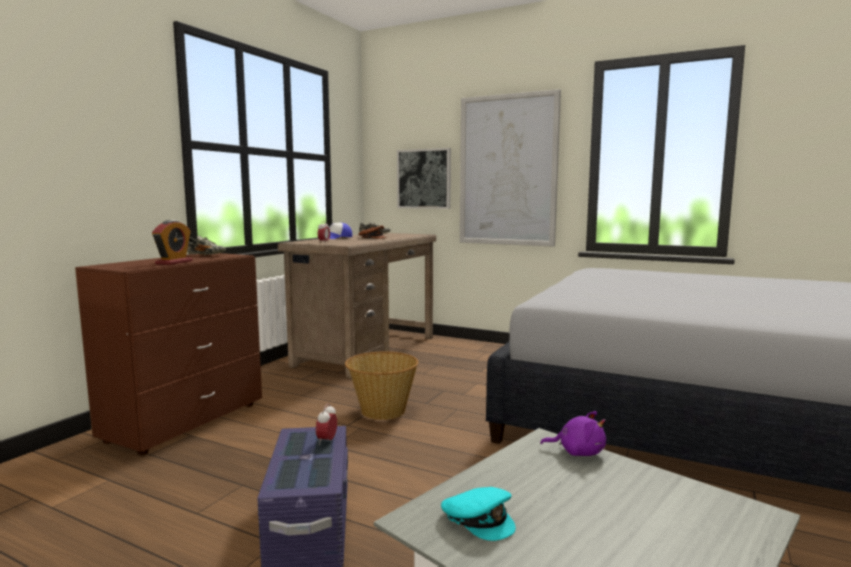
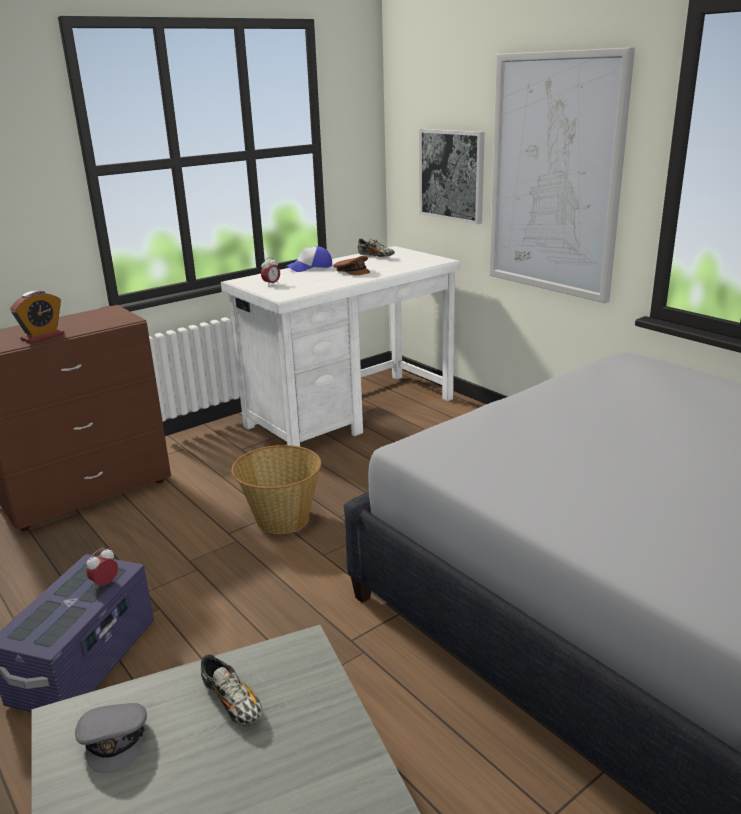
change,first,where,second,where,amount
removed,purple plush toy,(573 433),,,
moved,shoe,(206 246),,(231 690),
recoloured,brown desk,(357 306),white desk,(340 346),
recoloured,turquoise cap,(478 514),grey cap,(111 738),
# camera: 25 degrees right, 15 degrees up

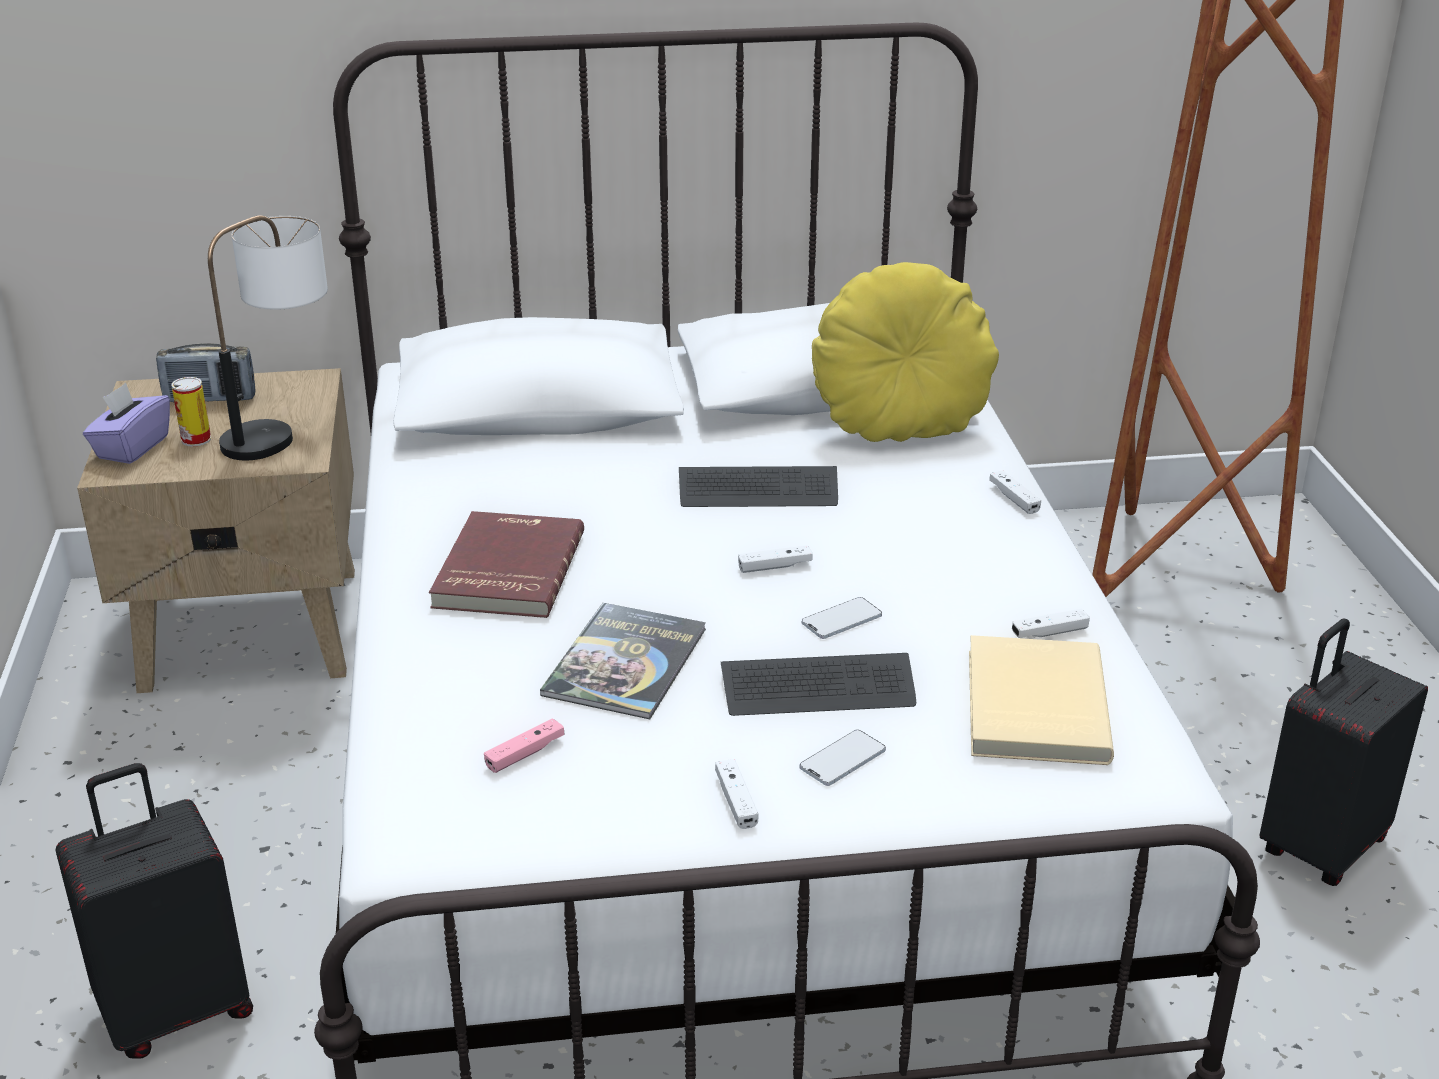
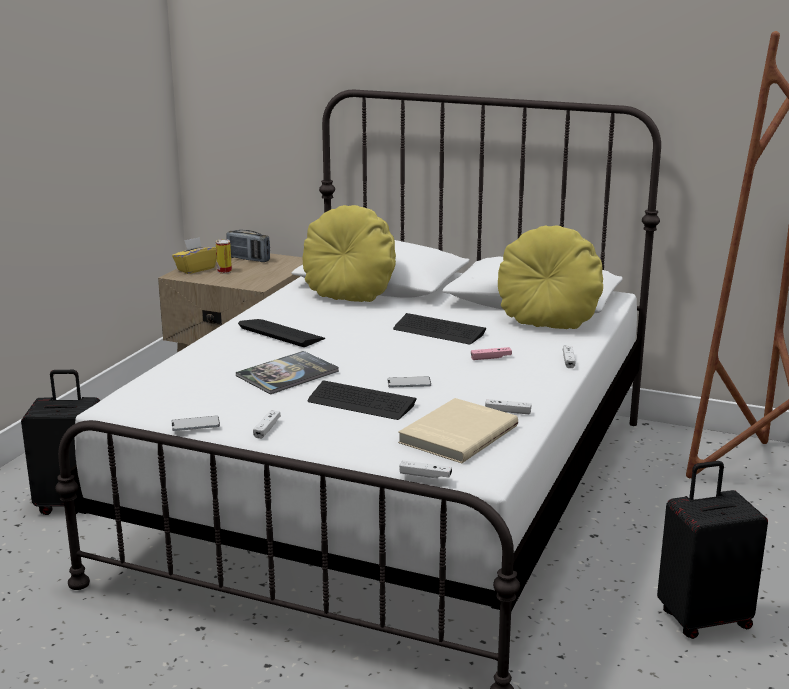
change,first,where,second,where,amount
removed,table lamp,(268 337),,,
added,,,yellow pillow,(349 253),
moved,pink game controller,(524 745),,(491 353),
moved,white game controller,(775 559),,(425 469),
moved,phone,(843 757),,(196 423),
replaced,red book,(506 564),keyboard,(281 333),
recoloured,purple tissue box,(126 423),yellow tissue box,(194 255),
# camera: 30 degrees right, 10 degrees down

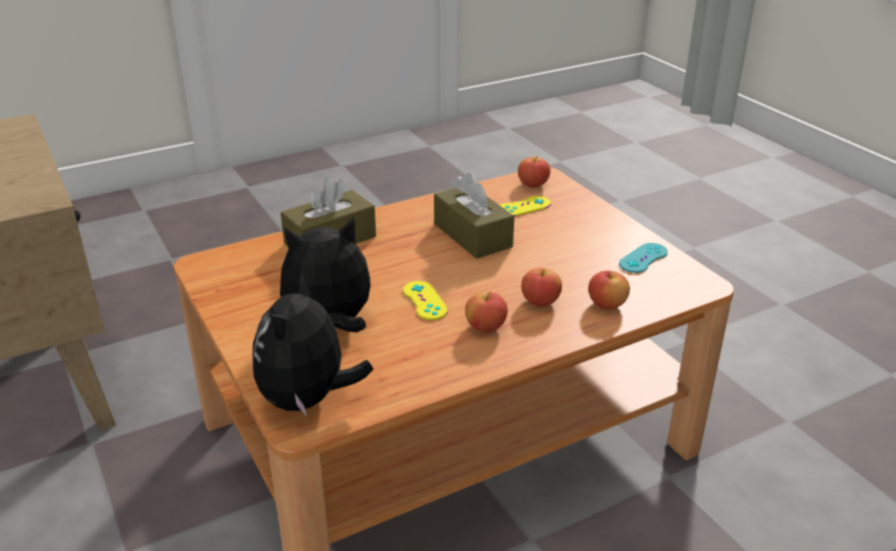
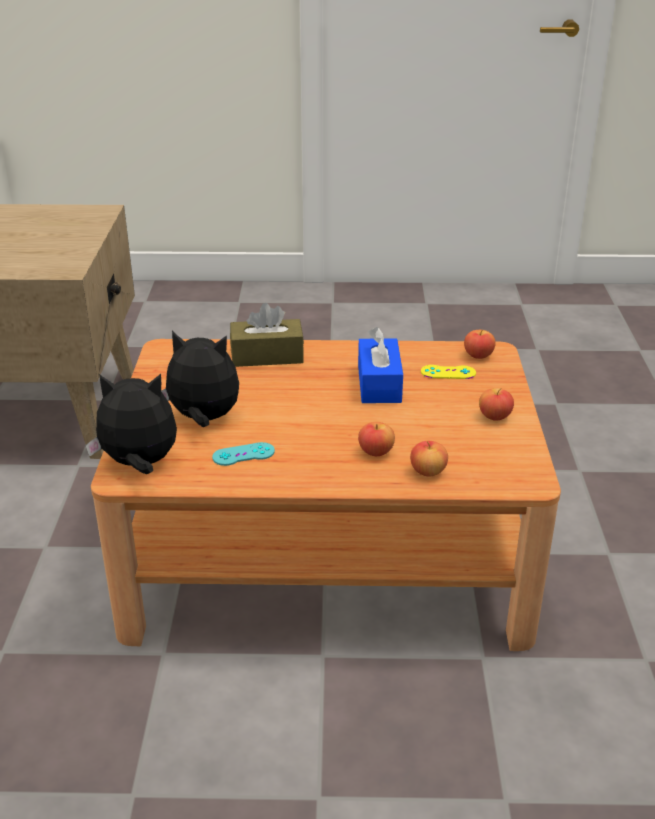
change,first,where,second,where,amount
removed,yellow game controller,(425 300),,,
moved,apple,(486 311),,(496 404),
moved,turquoise game controller,(643 258),,(243 454),
recoloured,brown tissue box,(474 216),blue tissue box,(380 365),
turned,plush toy,(312 344),,(131 424),45 degrees clockwise
# camera: 30 degrees right, 0 degrees up

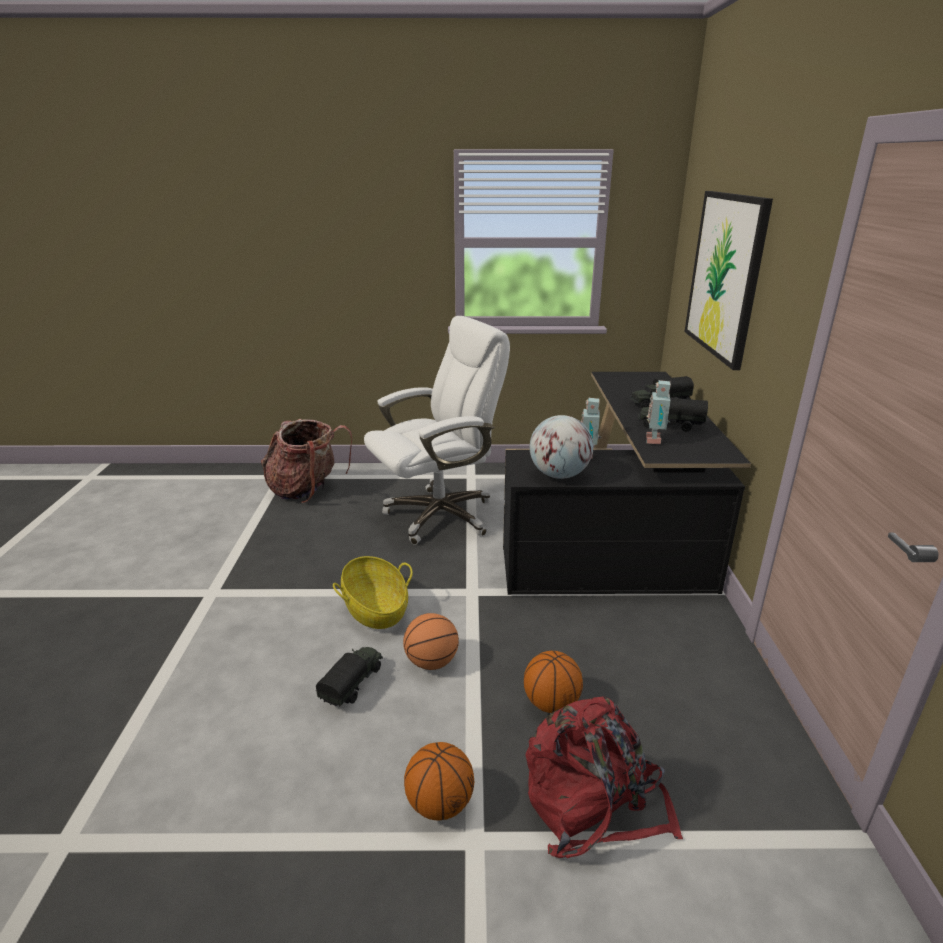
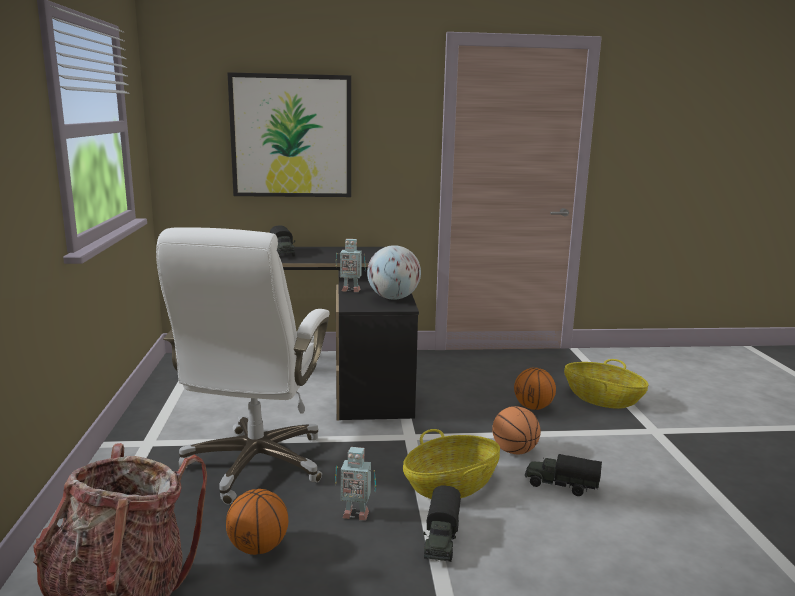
change,first,where,second,where,amount
moved,basketball,(439 781),,(257 522),
moved,toy truck,(673 415),,(442 523),
moved,toy robot,(658 412),,(355 484),
replaced,red backpack,(604 777),basket,(606 384),
turned,white office chair,(437 430),,(243 366),135 degrees counterclockwise
# camera: 95 degrees left, 10 degrees down

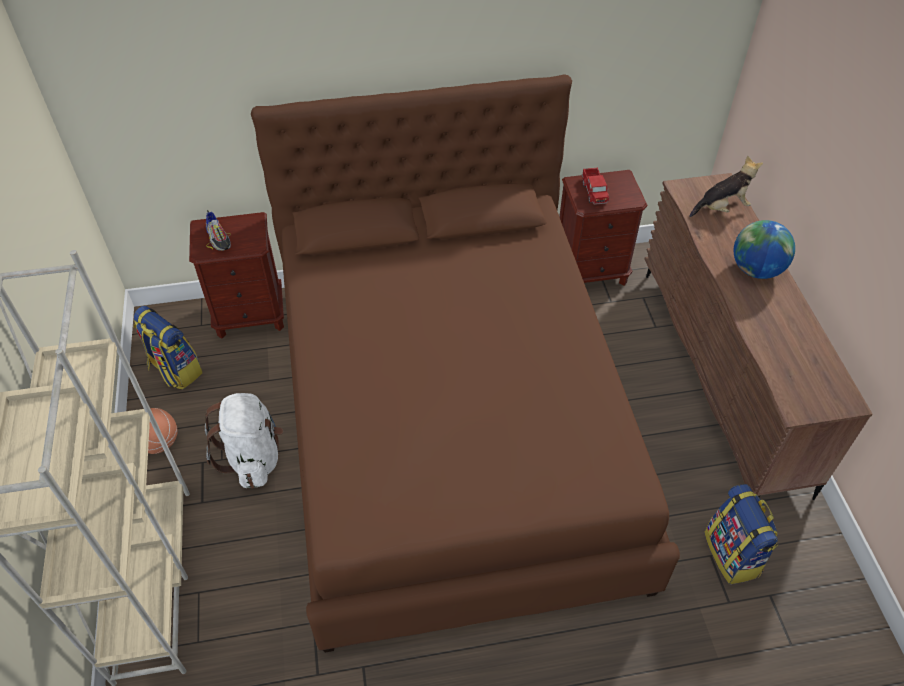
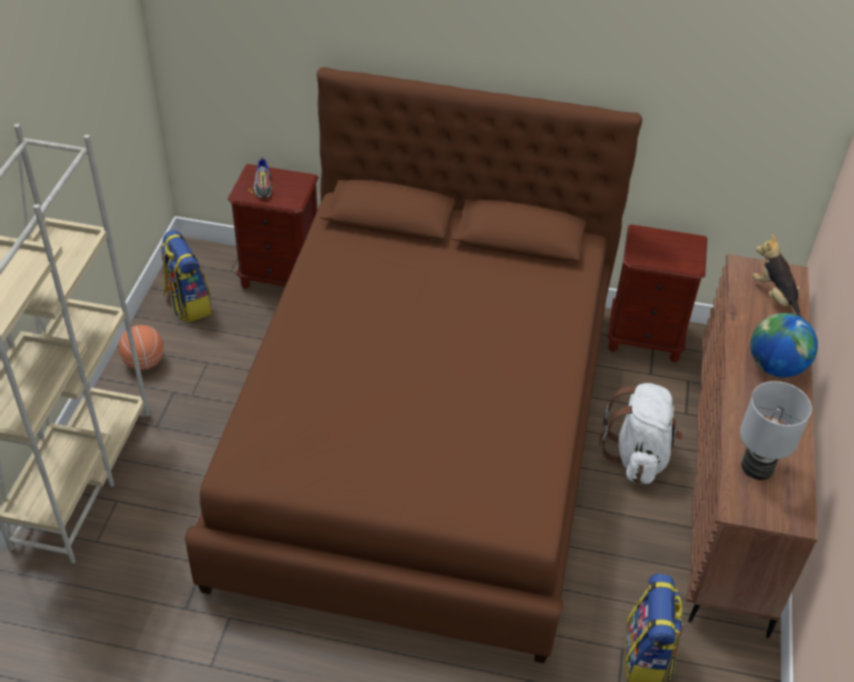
change,first,where,second,where,amount
removed,toy truck,(595 186),,,
added,,,grey table lamp,(776 430),
moved,white backpack,(244 440),,(641 433),
turned,plush toy,(726 186),,(779 277),120 degrees counterclockwise
# camera: 20 degrees right, 5 degrees down

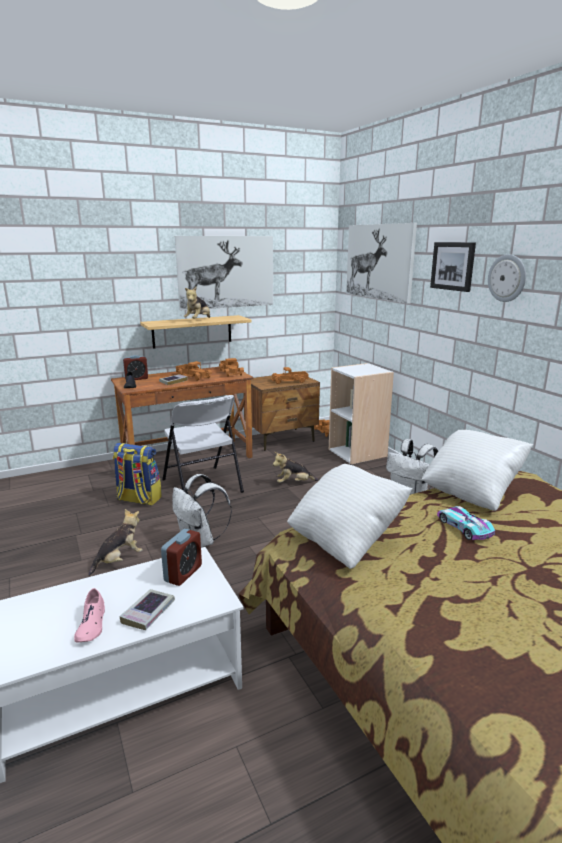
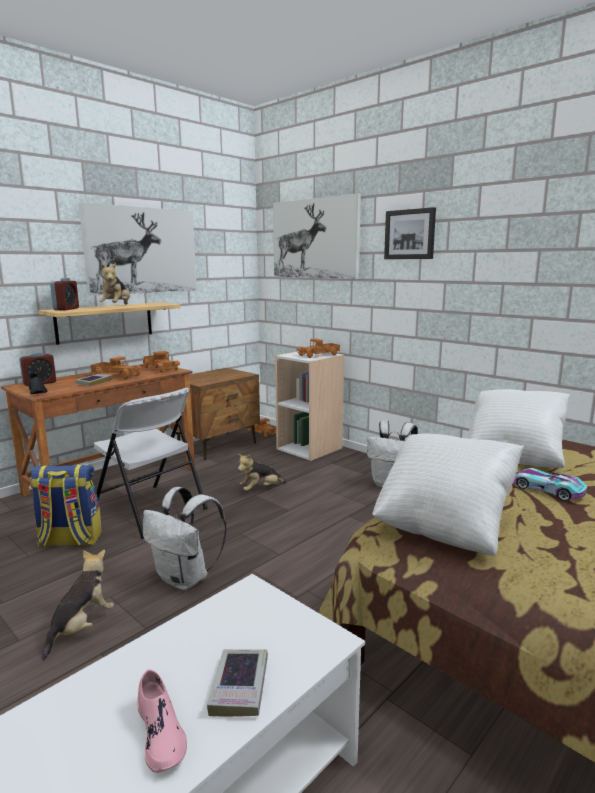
change,first,where,second,where,amount
removed,wall clock,(507 278),,,
moved,alarm clock,(181 557),,(64 294),
moved,toy truck,(290 375),,(318 348),
# camera: 20 degrees left, 5 degrees down

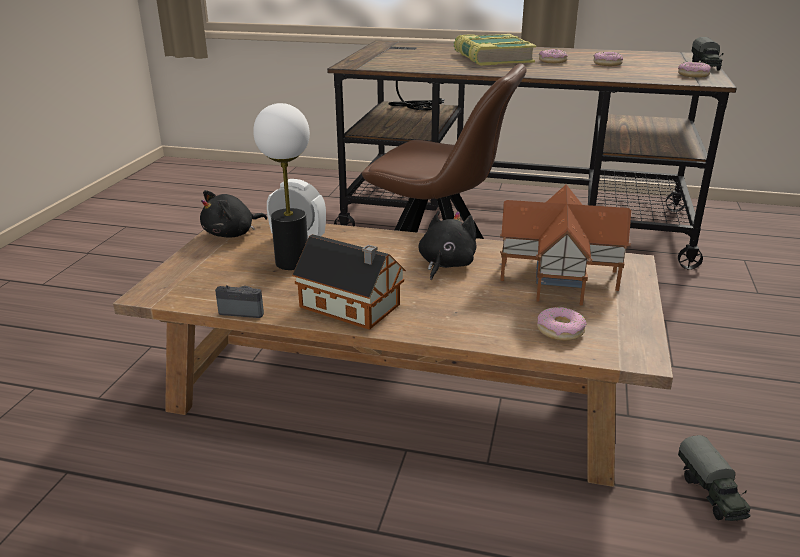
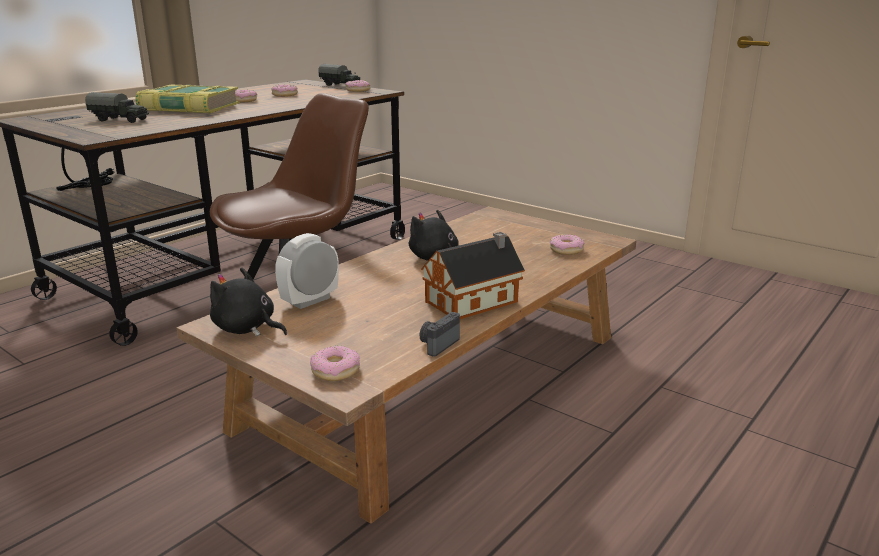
change,first,where,second,where,amount
removed,table lamp,(281 186),,,
removed,toy house,(565 245),,,
added,,,donut,(335 363),
moved,toy truck,(714 478),,(117 107),
turned,black plush toy,(233 213),,(248 301),135 degrees clockwise
# camera: 65 degrees left, 5 degrees down

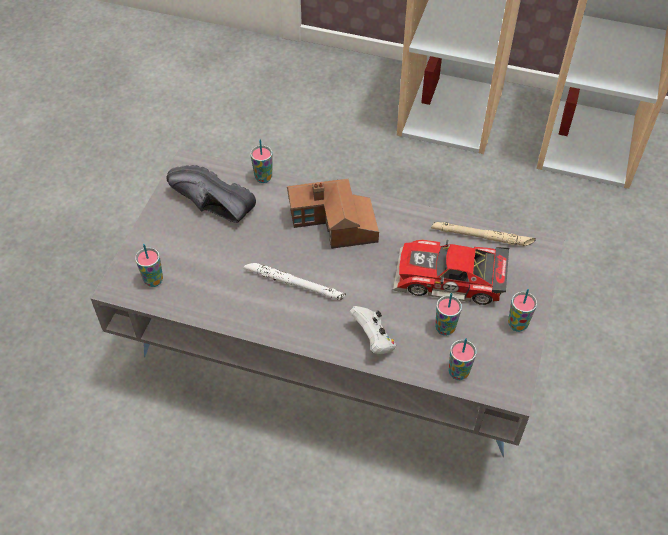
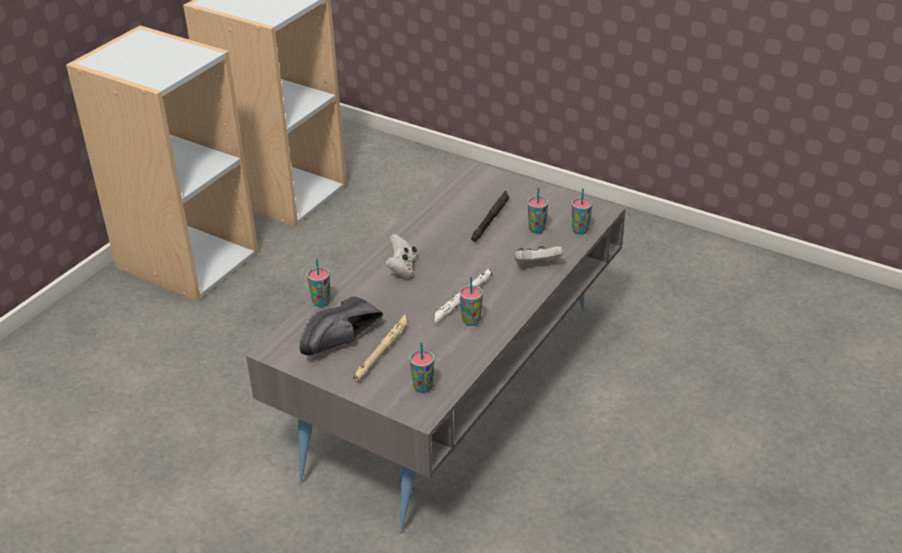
change,first,where,second,where,amount
moved,beige flashlight,(483 234),,(380 348),
moved,cup,(522 310),,(471 301),
replaced,toy house,(333 214),white game controller,(401 256),
replaced,toy car,(451 272),black flashlight,(490 216),
# camera: 75 degrees left, 15 degrees down

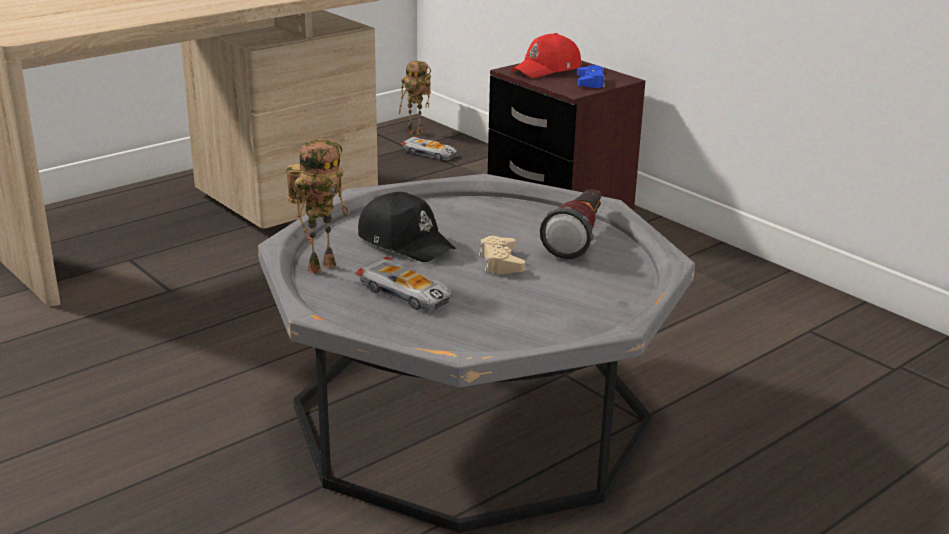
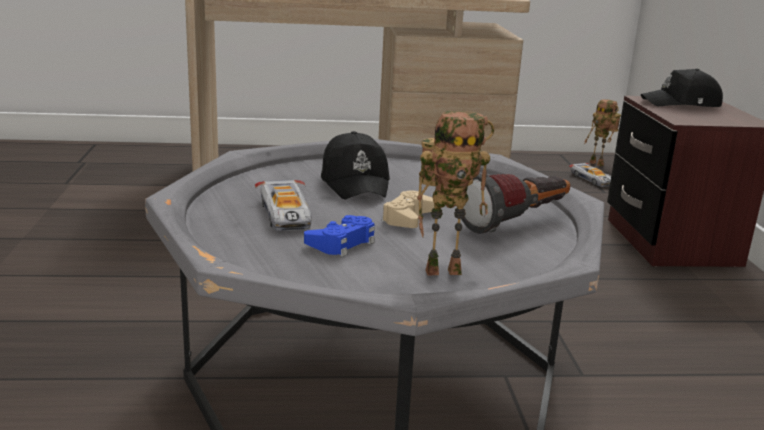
change,first,where,second,where,amount
moved,toy robot,(317 206),,(455 193),
moved,blue game controller,(591 76),,(339 236),
recoloured,red cap,(546 55),black cap,(682 88),
# camera: 35 degrees right, 5 degrees down

